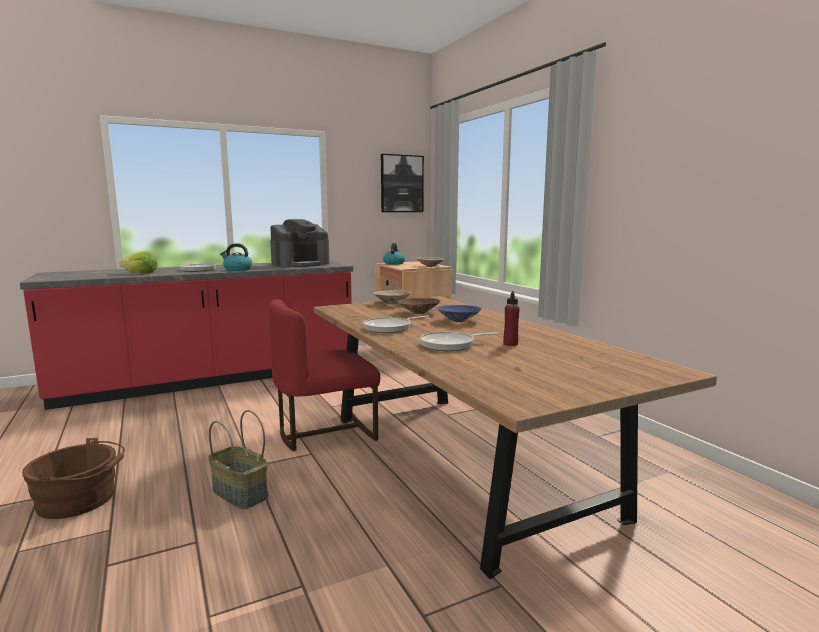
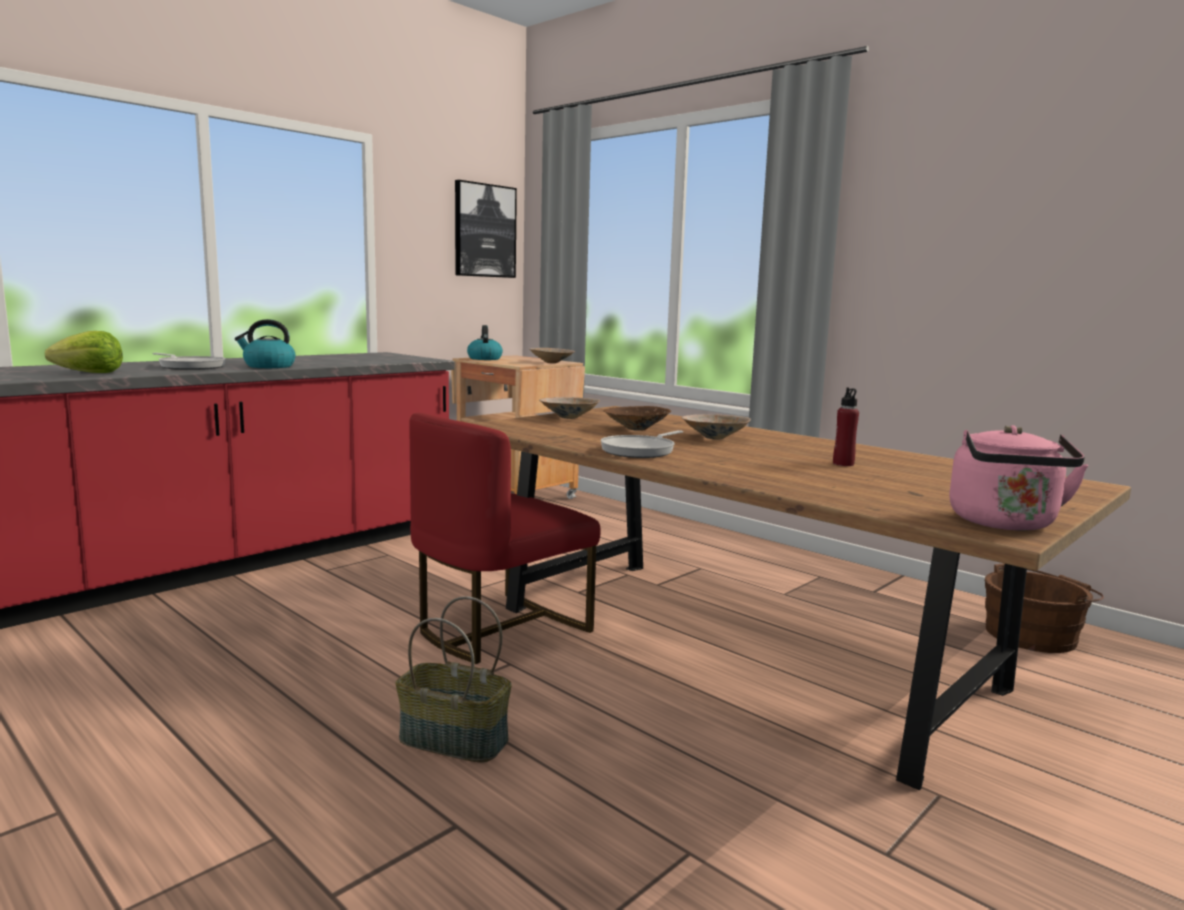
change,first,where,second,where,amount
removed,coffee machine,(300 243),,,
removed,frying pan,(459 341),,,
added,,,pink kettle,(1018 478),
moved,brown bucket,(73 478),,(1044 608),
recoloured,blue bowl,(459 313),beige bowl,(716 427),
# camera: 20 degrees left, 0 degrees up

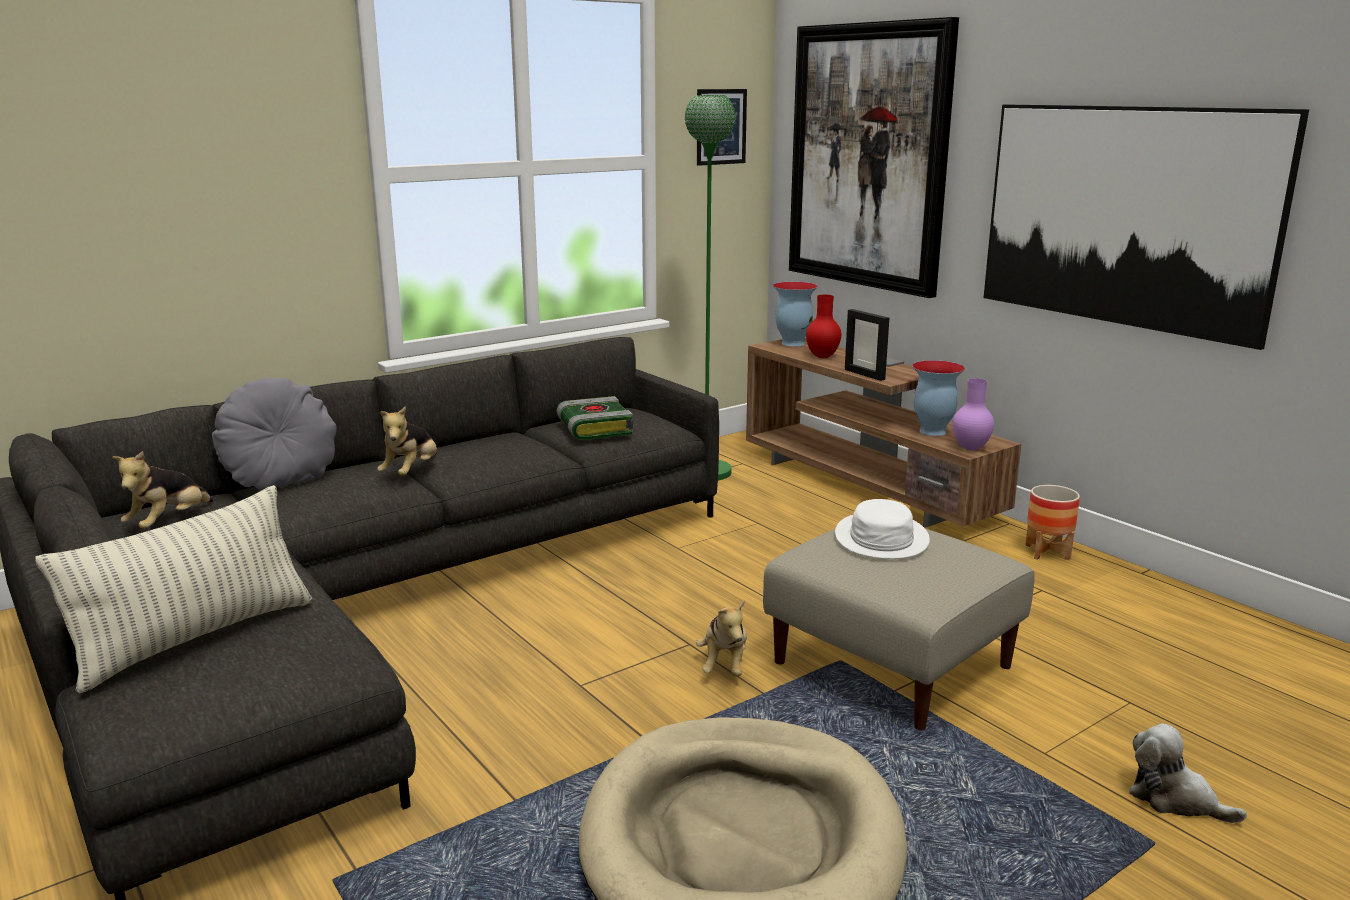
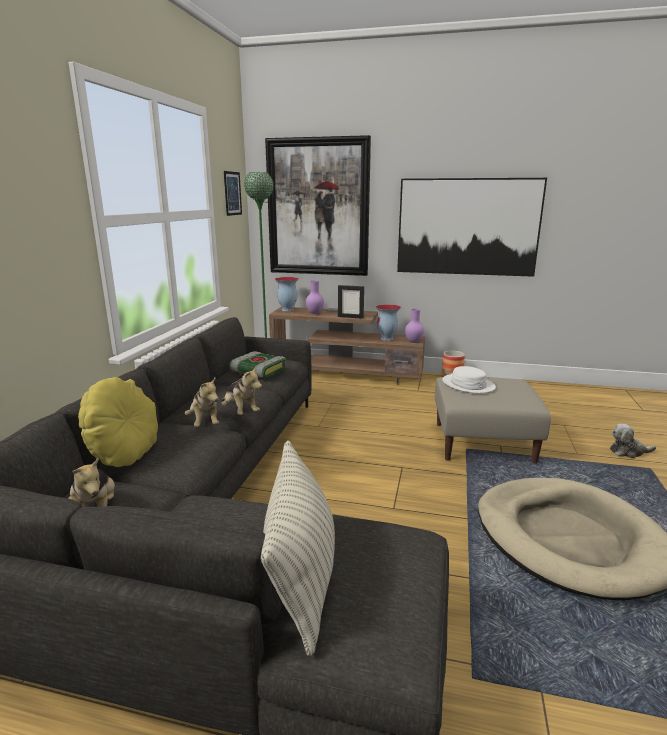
change,first,where,second,where,amount
moved,plush toy,(721 638),,(241 390),
recoloured,grey pillow,(274 434),yellow pillow,(118 422),
recoloured,red vase,(823 326),purple vase,(315 297),
# camera: 40 degrees left, 0 degrees up

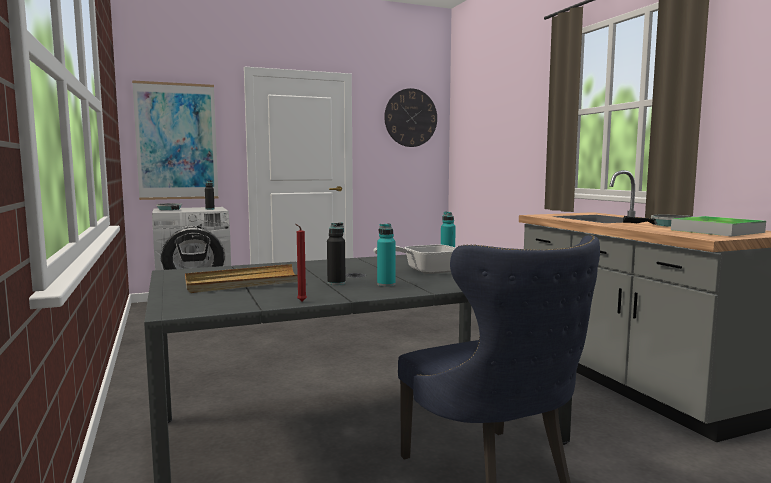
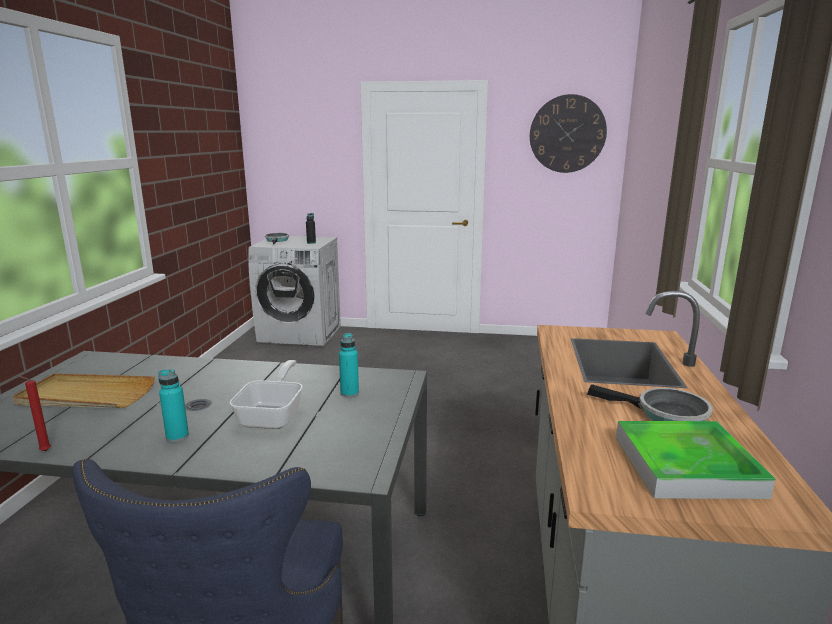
change,first,where,second,where,amount
removed,picture,(175 140),,,
removed,black bottle,(336 254),,,
turned,frying pan,(414 259),,(266 394),90 degrees clockwise
# camera: 30 degrees right, 10 degrees up

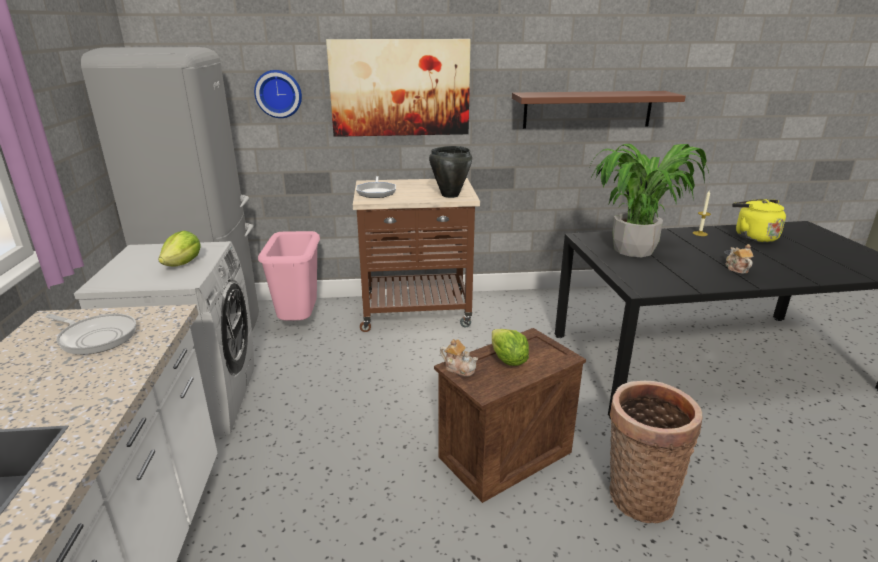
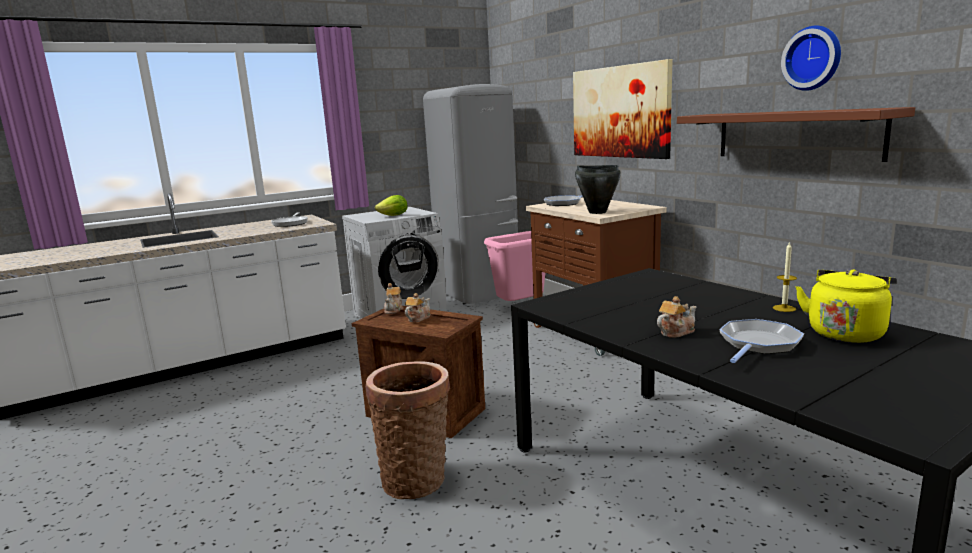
change,first,where,second,where,amount
removed,potted plant,(649 200),,,
added,,,frying pan,(761 341),
moved,wall clock,(278 94),,(811 58),
replaced,lettuce,(510 347),teapot,(418 307),
# camera: 65 degrees right, 10 degrees down

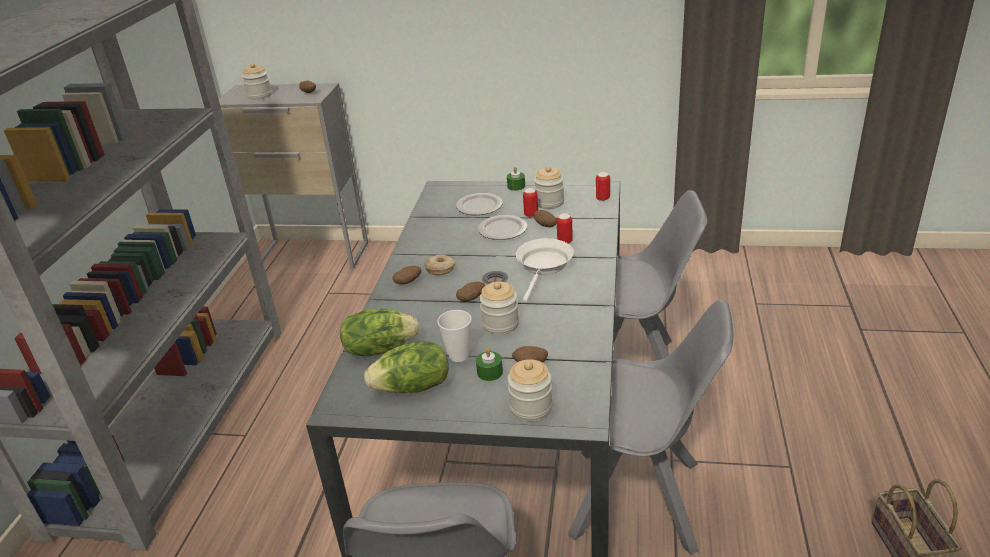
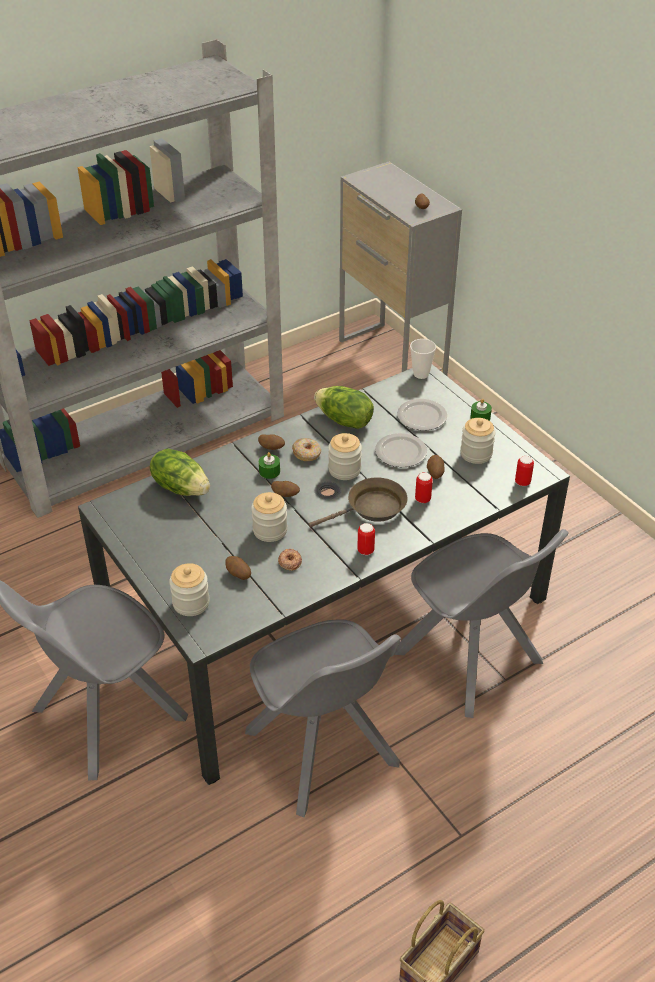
change,first,where,second,where,amount
added,,,donut,(290 560),
moved,jar,(257 81),,(345 456),
moved,lettuce,(406 367),,(344 407),
moved,cup,(454 336),,(423 359),
moved,green candle,(489 364),,(269 465),
moved,can,(530 202),,(366 539),
recoloured,white frying pan,(545 270),brown frying pan,(358 502),
# camera: 45 degrees right, 10 degrees up

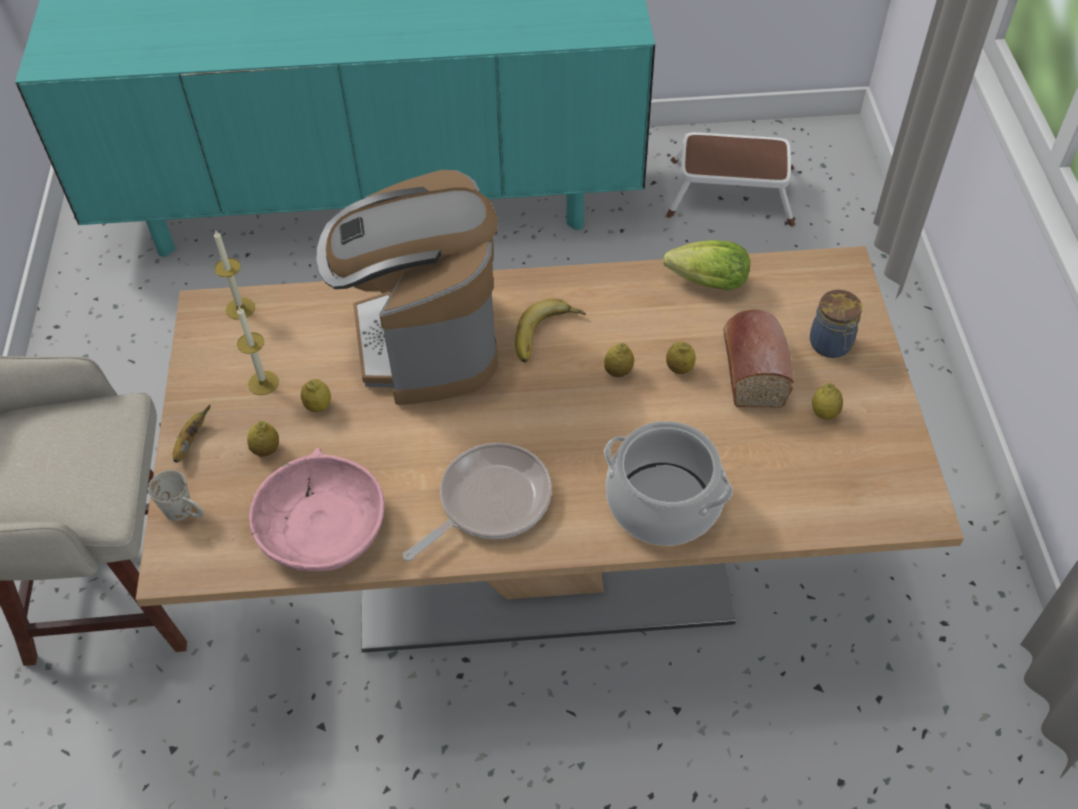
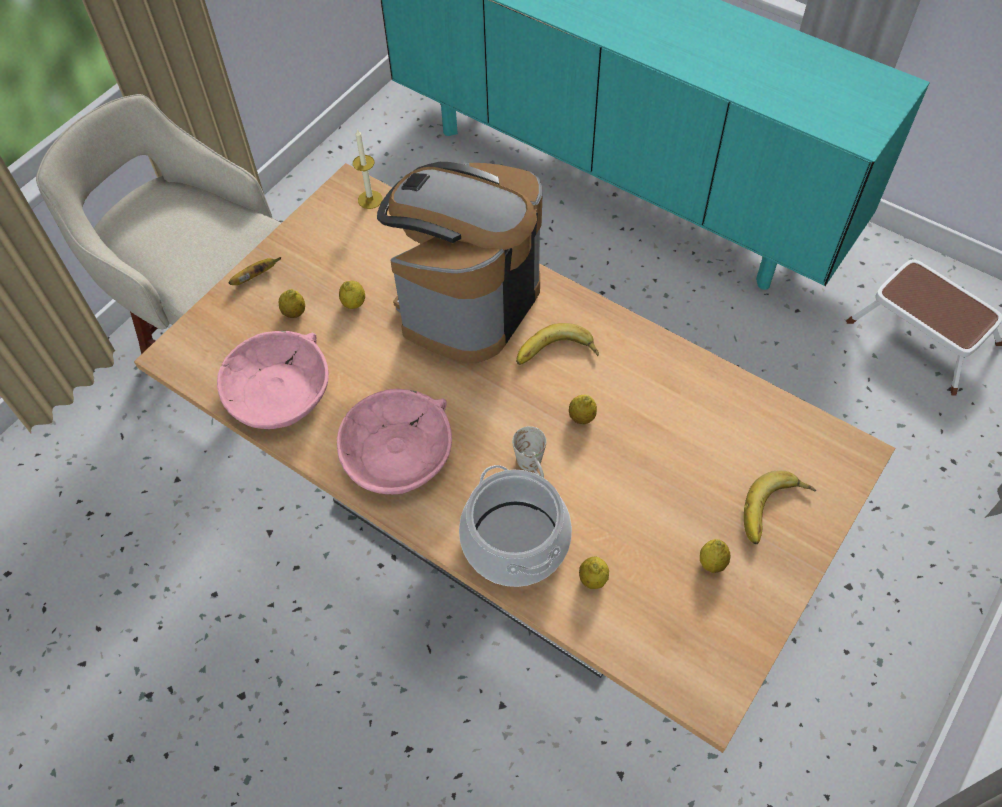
change,first,where,second,where,amount
removed,candle,(258 351),,,
removed,lettuce,(706 265),,,
removed,bread,(758 359),,,
moved,white mug,(176 495),,(529 452),
moved,lemon,(680 358),,(594 572),
replaced,frying pan,(477 502),pink bowl,(394 441),
replaced,jar,(836 324),banana,(780 507),
# camera: 40 degrees right, 5 degrees up

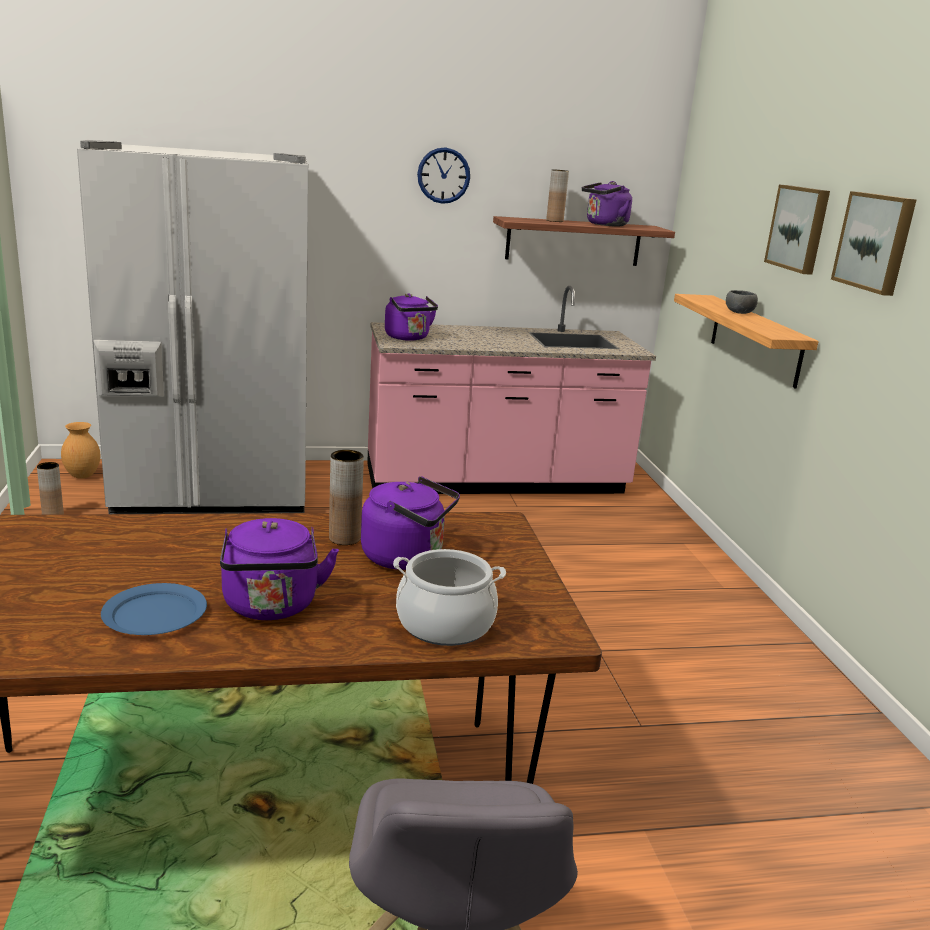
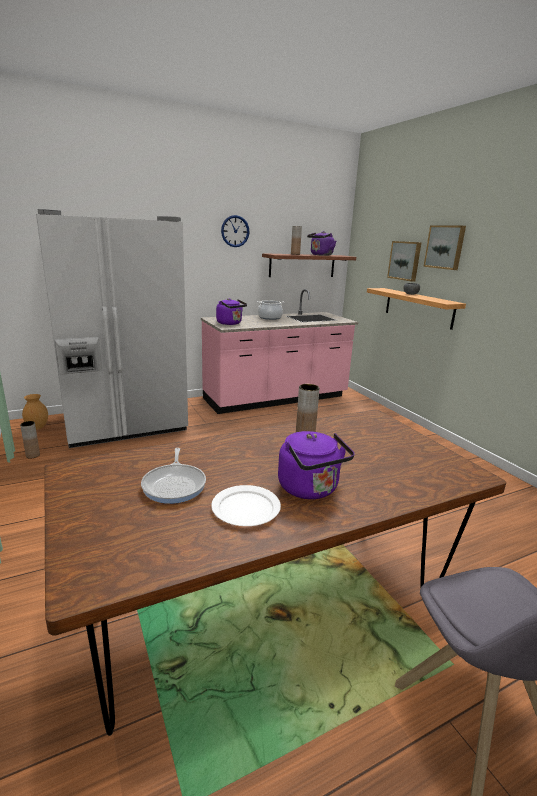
change,first,where,second,where,amount
removed,purple kettle,(410 523),,,
added,,,frying pan,(173 476),
moved,cooking pot,(449 597),,(270 310),
moved,picture,(873 243),,(404 261),
recoloured,blue plate,(154 609),white plate,(246 505),
# camera: 15 degrees left, 0 degrees up

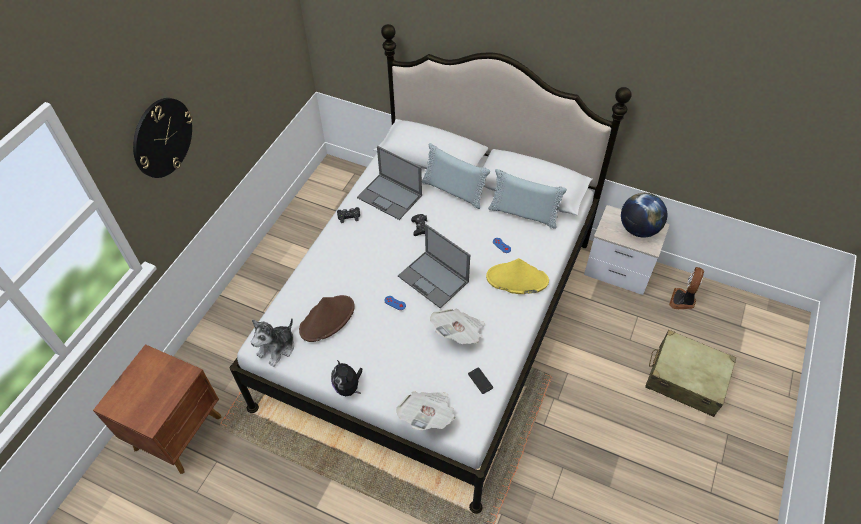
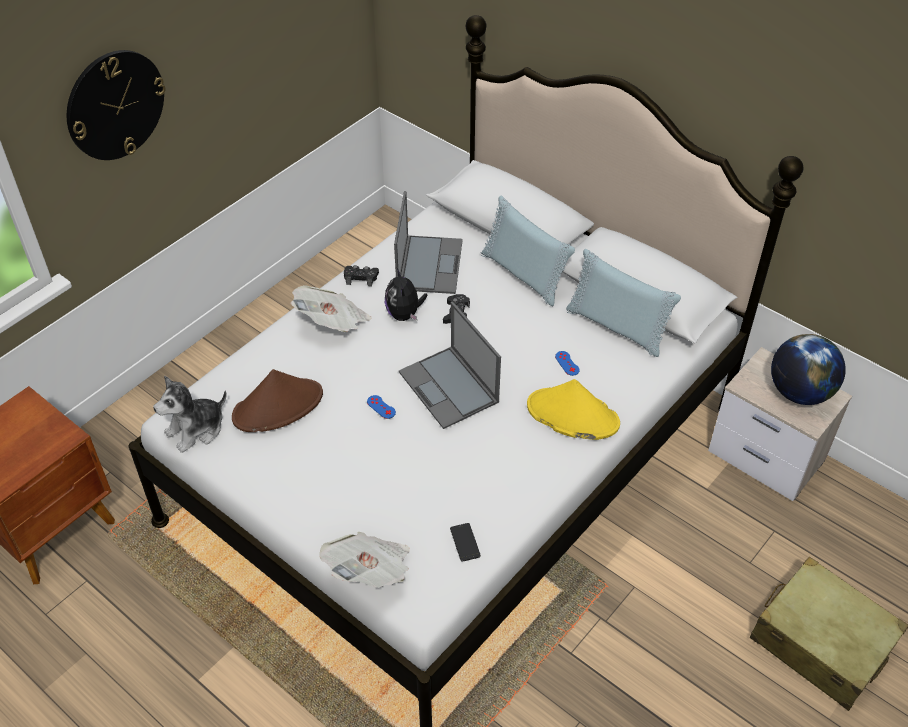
change,first,where,second,where,amount
removed,fan,(686 288),,,
moved,plush toy,(347 378),,(406 294),
moved,newspaper,(457 326),,(331 308),
turned,laptop,(389 183),,(428 242),135 degrees counterclockwise
# camera: 15 degrees right, 5 degrees down

